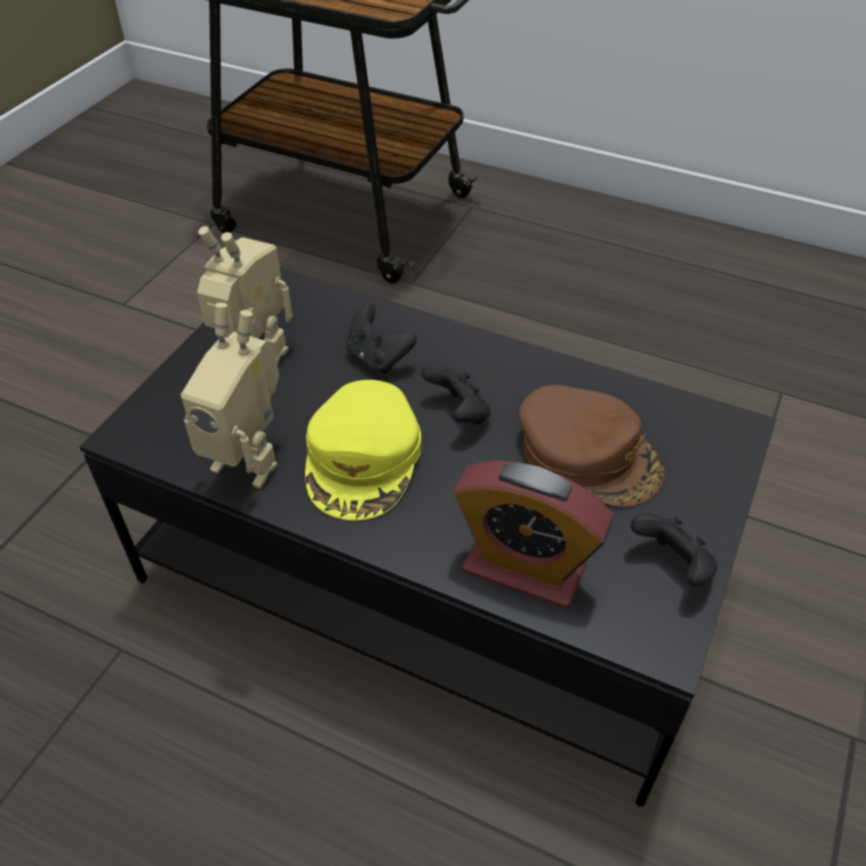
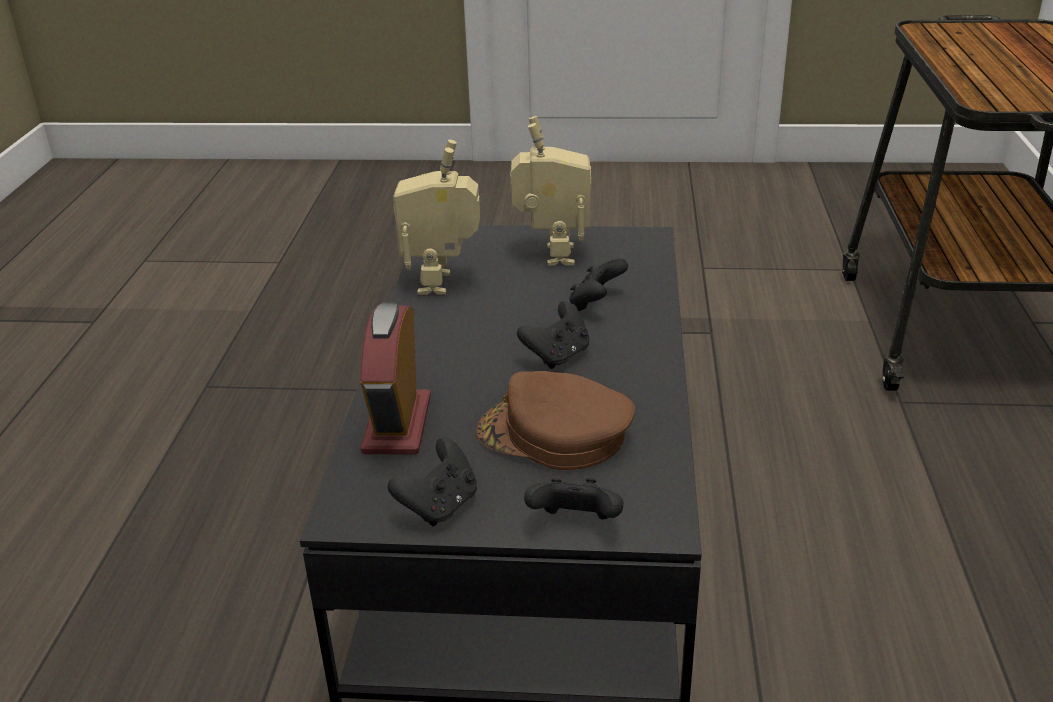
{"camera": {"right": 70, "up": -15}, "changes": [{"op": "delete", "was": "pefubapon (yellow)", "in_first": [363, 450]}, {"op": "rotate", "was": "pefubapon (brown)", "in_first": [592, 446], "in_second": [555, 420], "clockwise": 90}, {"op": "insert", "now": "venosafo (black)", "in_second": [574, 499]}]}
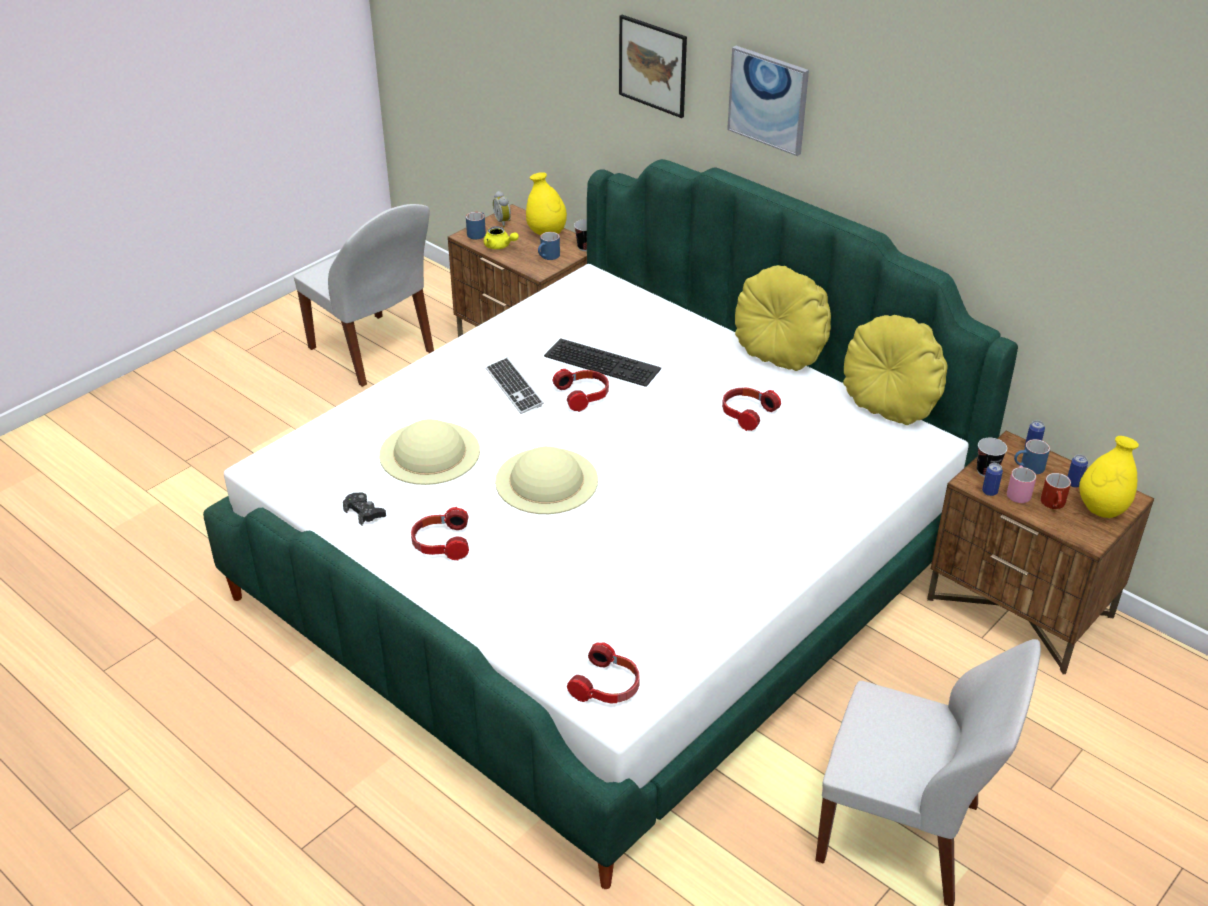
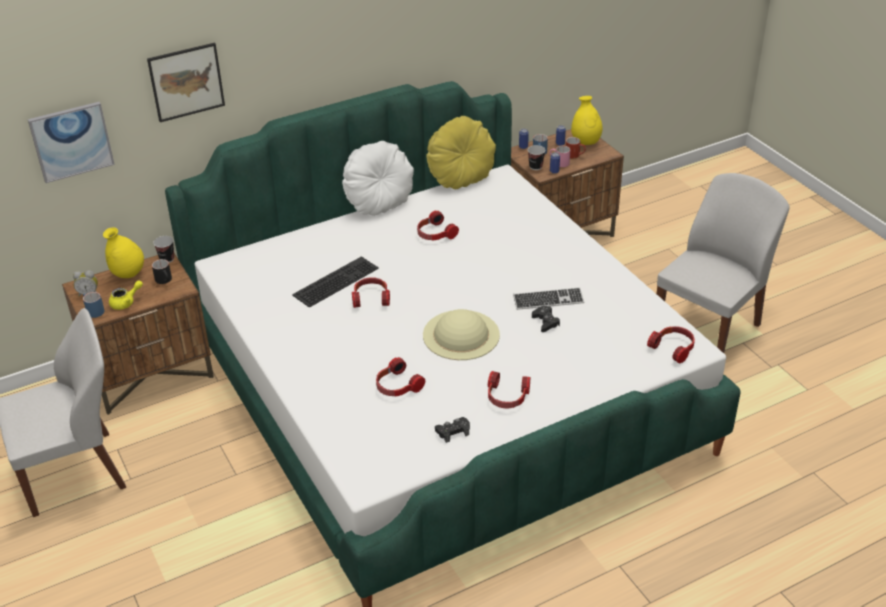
{"camera": {"right": -70, "up": 0}, "changes": [{"op": "move", "was": "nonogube", "in_first": [768, 101], "in_second": [71, 142]}, {"op": "recolor", "was": "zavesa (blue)", "now": "zavesa (black)", "in_first": [549, 246], "in_second": [162, 271]}, {"op": "recolor", "was": "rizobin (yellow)", "now": "rizobin (white)", "in_first": [783, 318], "in_second": [378, 178]}, {"op": "move", "was": "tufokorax", "in_first": [515, 385], "in_second": [548, 298]}, {"op": "replace", "was": "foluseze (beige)", "now": "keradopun", "in_first": [429, 452], "in_second": [400, 377]}, {"op": "insert", "now": "venosafo (black)", "in_second": [546, 319]}]}
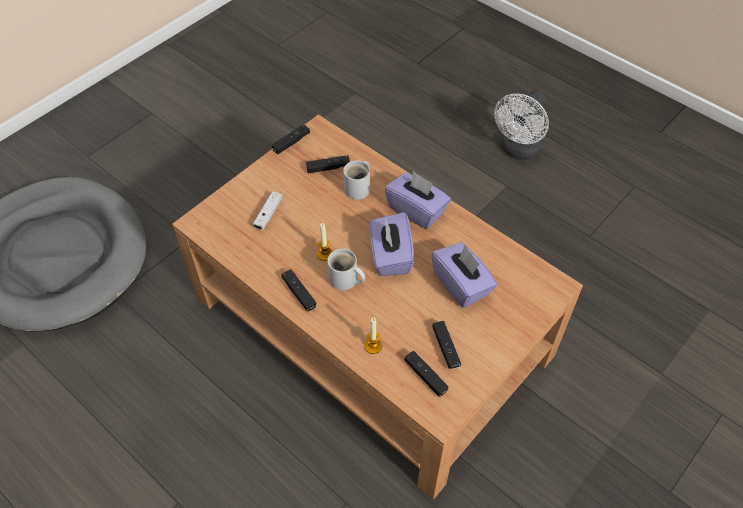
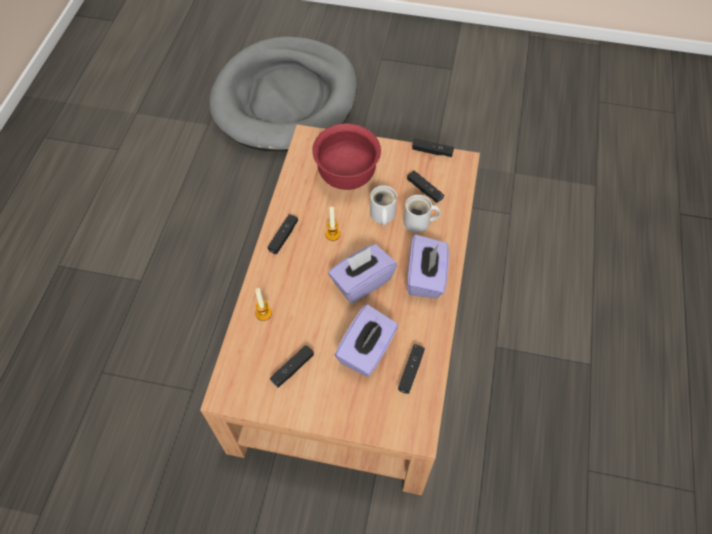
{"camera": {"right": 60, "up": 5}, "changes": [{"op": "delete", "was": "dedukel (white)", "in_first": [521, 125]}, {"op": "replace", "was": "venosafo (white)", "now": "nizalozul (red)", "in_first": [267, 210], "in_second": [346, 156]}, {"op": "move", "was": "zavesa (white)", "in_first": [346, 269], "in_second": [383, 205]}, {"op": "move", "was": "venosafo (black)", "in_first": [427, 374], "in_second": [411, 369]}]}
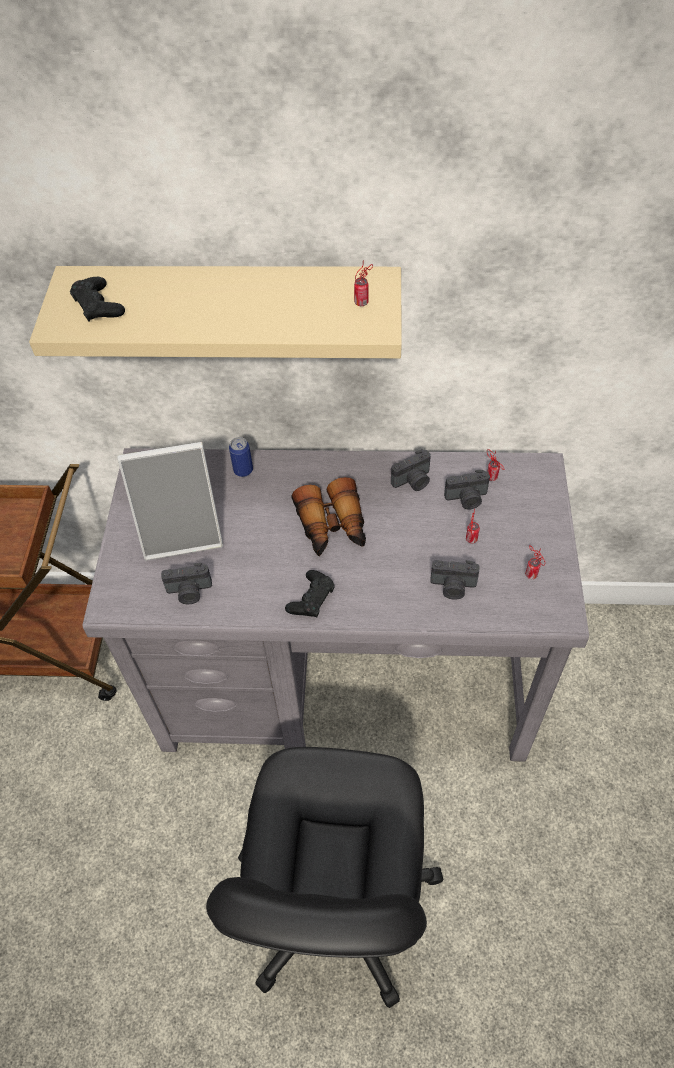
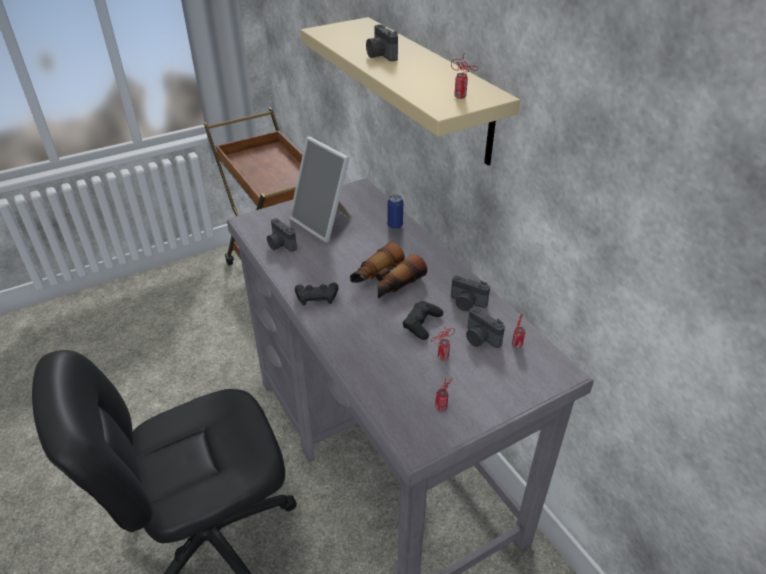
{"camera": {"right": 55, "up": -15}, "changes": [{"op": "move", "was": "venosafo (black)", "in_first": [97, 299], "in_second": [423, 320]}, {"op": "move", "was": "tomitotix", "in_first": [454, 580], "in_second": [382, 42]}]}
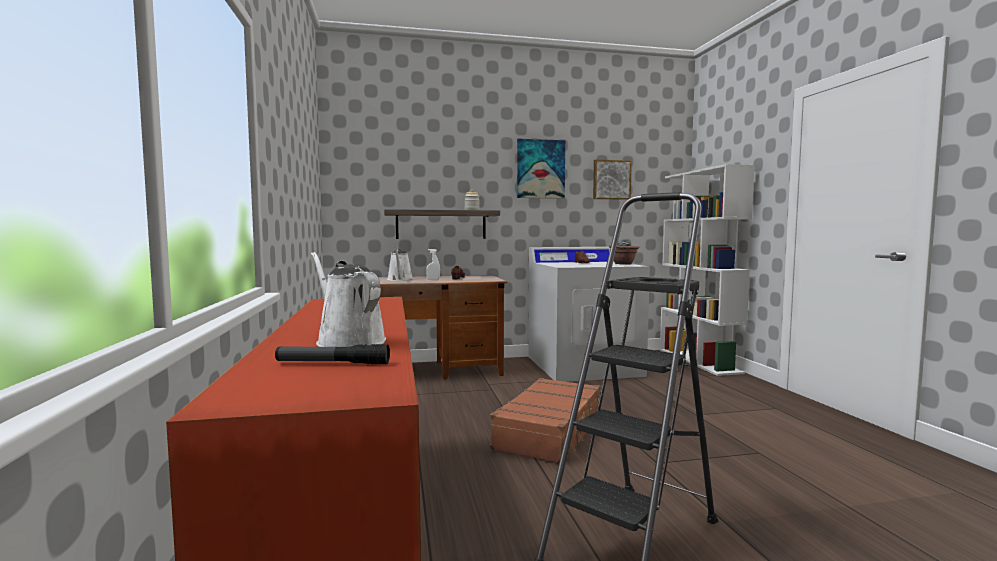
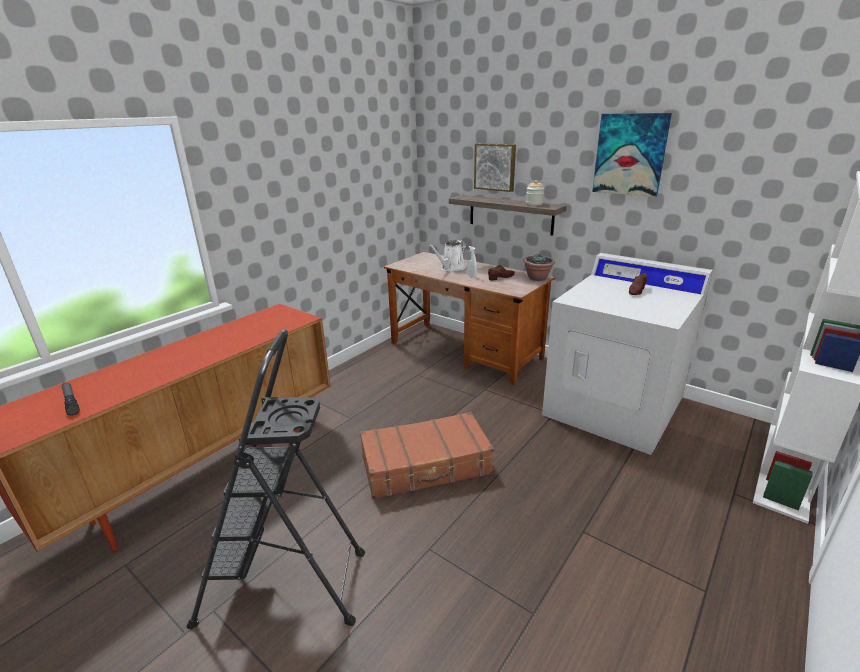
{"camera": {"right": 50, "up": 20}, "changes": [{"op": "move", "was": "nonogube", "in_first": [612, 179], "in_second": [495, 167]}, {"op": "move", "was": "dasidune", "in_first": [624, 252], "in_second": [539, 267]}, {"op": "delete", "was": "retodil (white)", "in_first": [348, 299]}]}
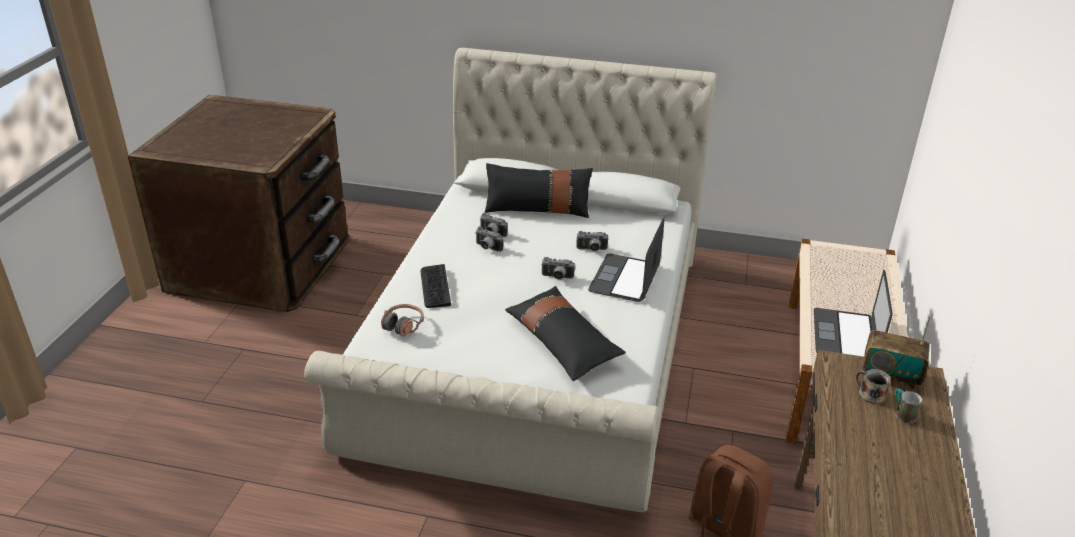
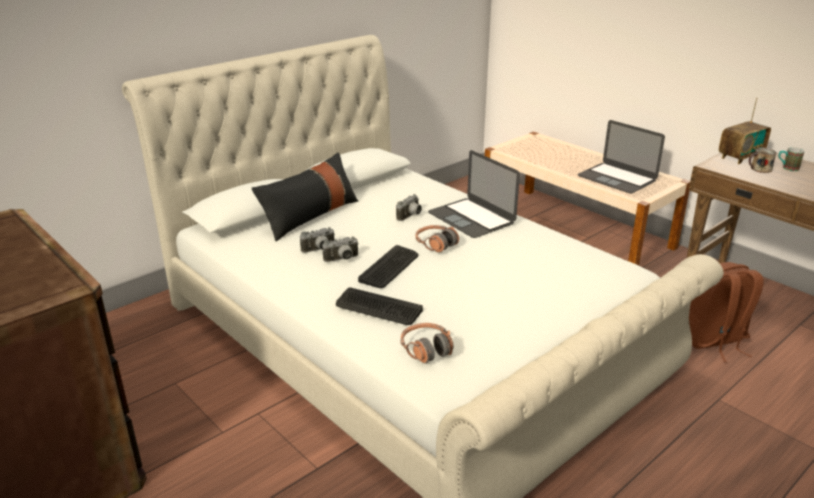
{"camera": {"right": -55, "up": -5}, "changes": [{"op": "replace", "was": "tomitotix", "now": "keradopun", "in_first": [558, 268], "in_second": [437, 238]}, {"op": "delete", "was": "rizobin (black)", "in_first": [565, 333]}, {"op": "insert", "now": "tufokorax", "in_second": [388, 266]}]}
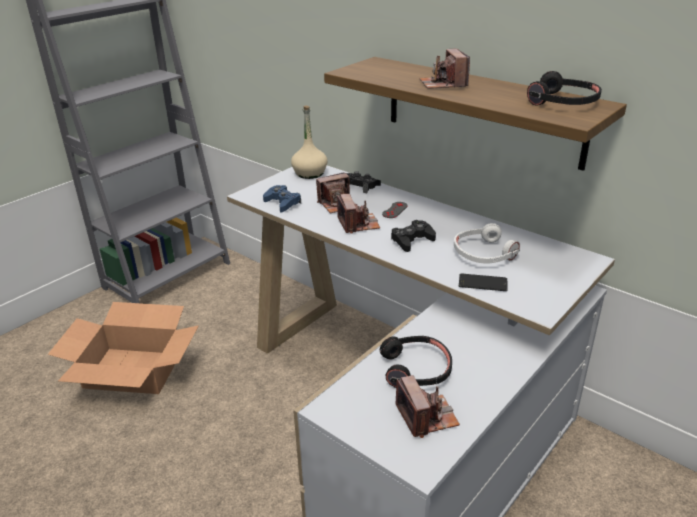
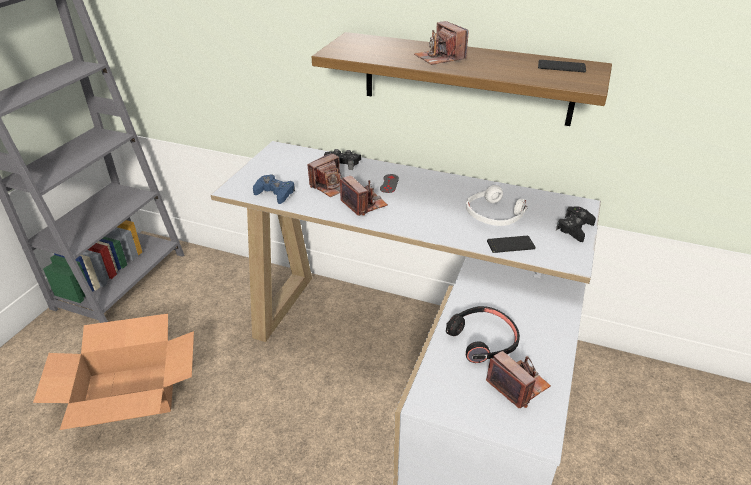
{"camera": {"right": -20, "up": 5}, "changes": [{"op": "replace", "was": "keradopun (black)", "now": "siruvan", "in_first": [564, 88], "in_second": [562, 66]}, {"op": "delete", "was": "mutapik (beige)", "in_first": [309, 142]}, {"op": "move", "was": "venosafo (black)", "in_first": [413, 236], "in_second": [576, 224]}]}
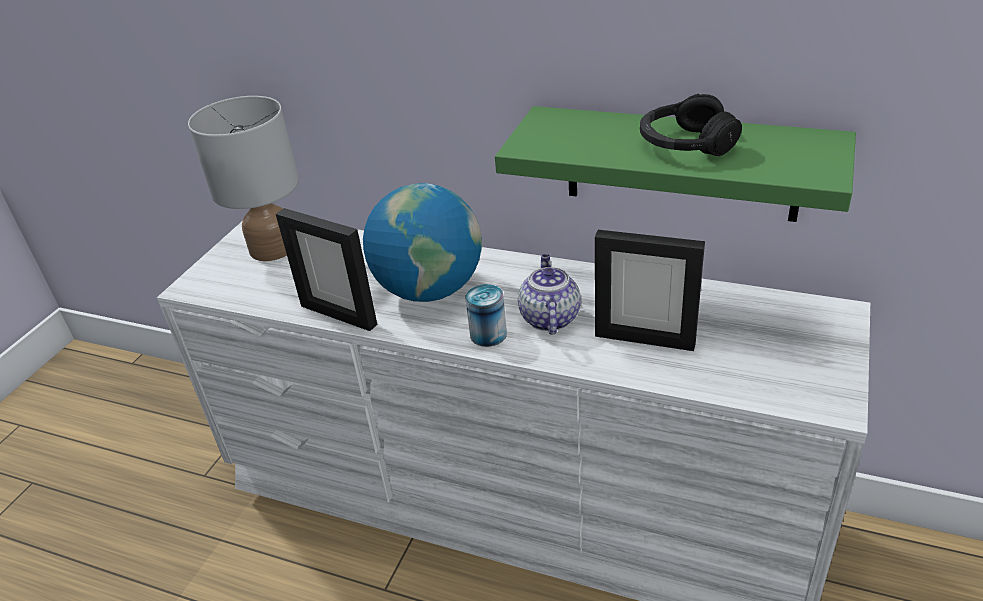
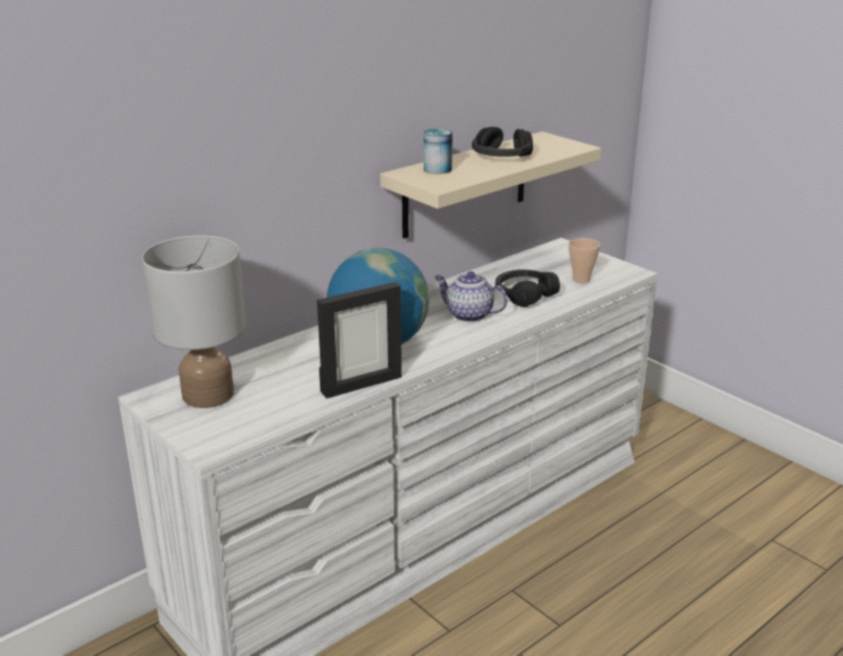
{"camera": {"right": -65, "up": -10}, "changes": [{"op": "recolor", "was": "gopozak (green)", "now": "gopozak (beige)", "in_first": [675, 164], "in_second": [490, 185]}, {"op": "replace", "was": "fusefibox", "now": "keradopun (black)", "in_first": [650, 290], "in_second": [527, 288]}, {"op": "move", "was": "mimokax", "in_first": [486, 315], "in_second": [438, 151]}, {"op": "insert", "now": "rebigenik", "in_second": [584, 261]}]}
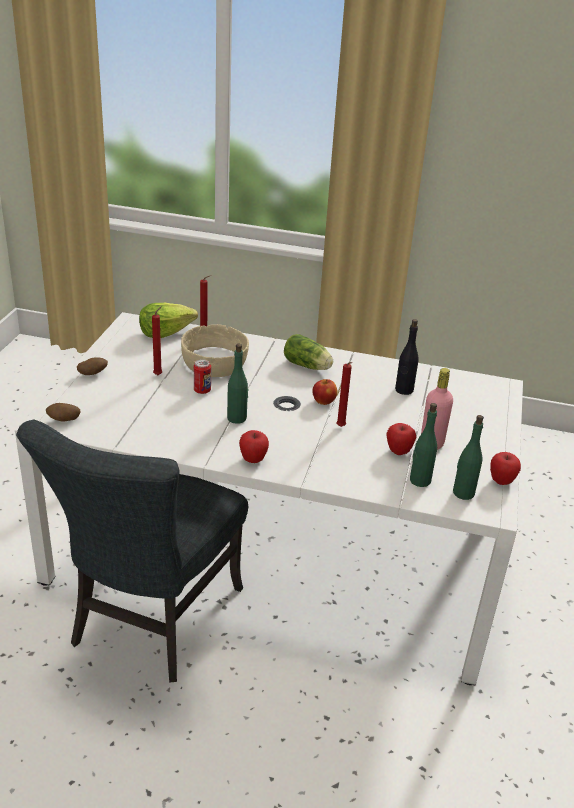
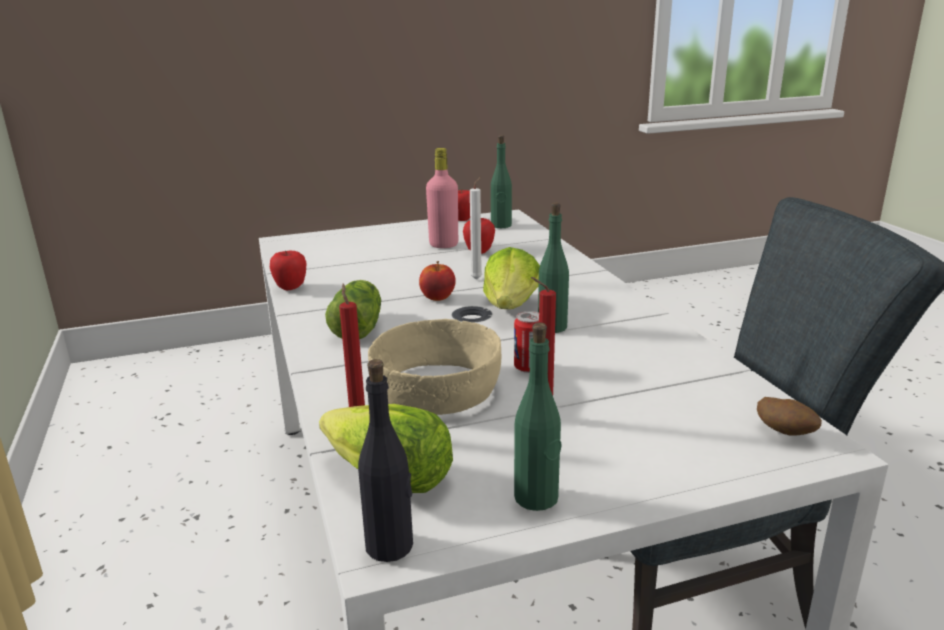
{"camera": {"right": -120, "up": -10}, "changes": [{"op": "move", "was": "mutapik (black)", "in_first": [407, 357], "in_second": [385, 460]}, {"op": "delete", "was": "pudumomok", "in_first": [92, 366]}, {"op": "recolor", "was": "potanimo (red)", "now": "potanimo (white)", "in_first": [344, 394], "in_second": [476, 228]}, {"op": "move", "was": "mutapik (green)", "in_first": [423, 445], "in_second": [537, 416]}, {"op": "move", "was": "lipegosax", "in_first": [254, 446], "in_second": [288, 270]}, {"op": "insert", "now": "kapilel", "in_second": [511, 278]}]}
